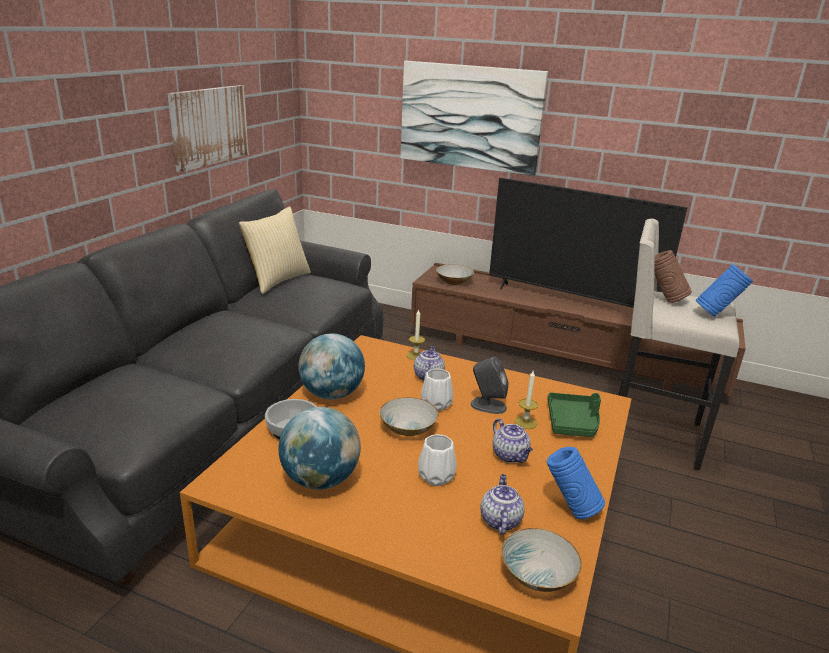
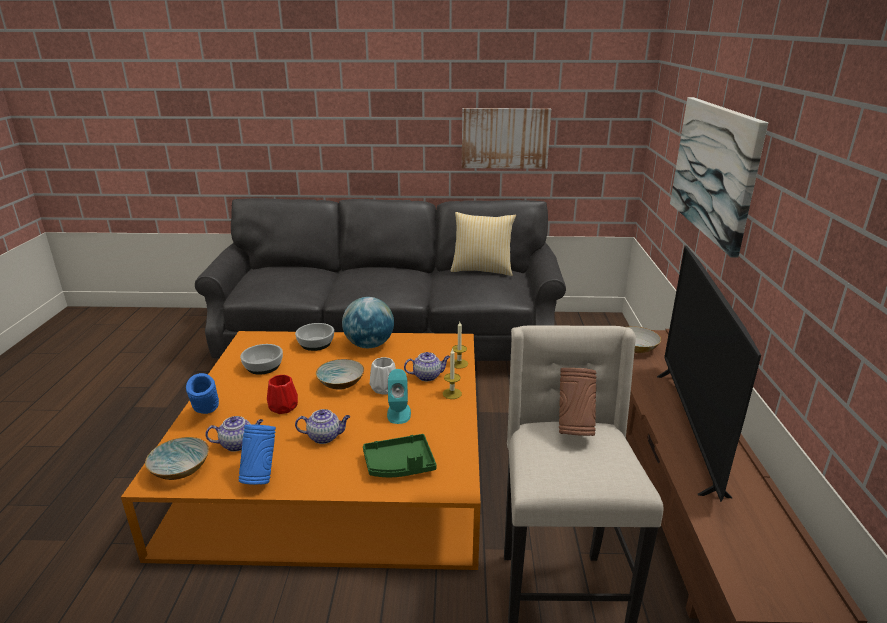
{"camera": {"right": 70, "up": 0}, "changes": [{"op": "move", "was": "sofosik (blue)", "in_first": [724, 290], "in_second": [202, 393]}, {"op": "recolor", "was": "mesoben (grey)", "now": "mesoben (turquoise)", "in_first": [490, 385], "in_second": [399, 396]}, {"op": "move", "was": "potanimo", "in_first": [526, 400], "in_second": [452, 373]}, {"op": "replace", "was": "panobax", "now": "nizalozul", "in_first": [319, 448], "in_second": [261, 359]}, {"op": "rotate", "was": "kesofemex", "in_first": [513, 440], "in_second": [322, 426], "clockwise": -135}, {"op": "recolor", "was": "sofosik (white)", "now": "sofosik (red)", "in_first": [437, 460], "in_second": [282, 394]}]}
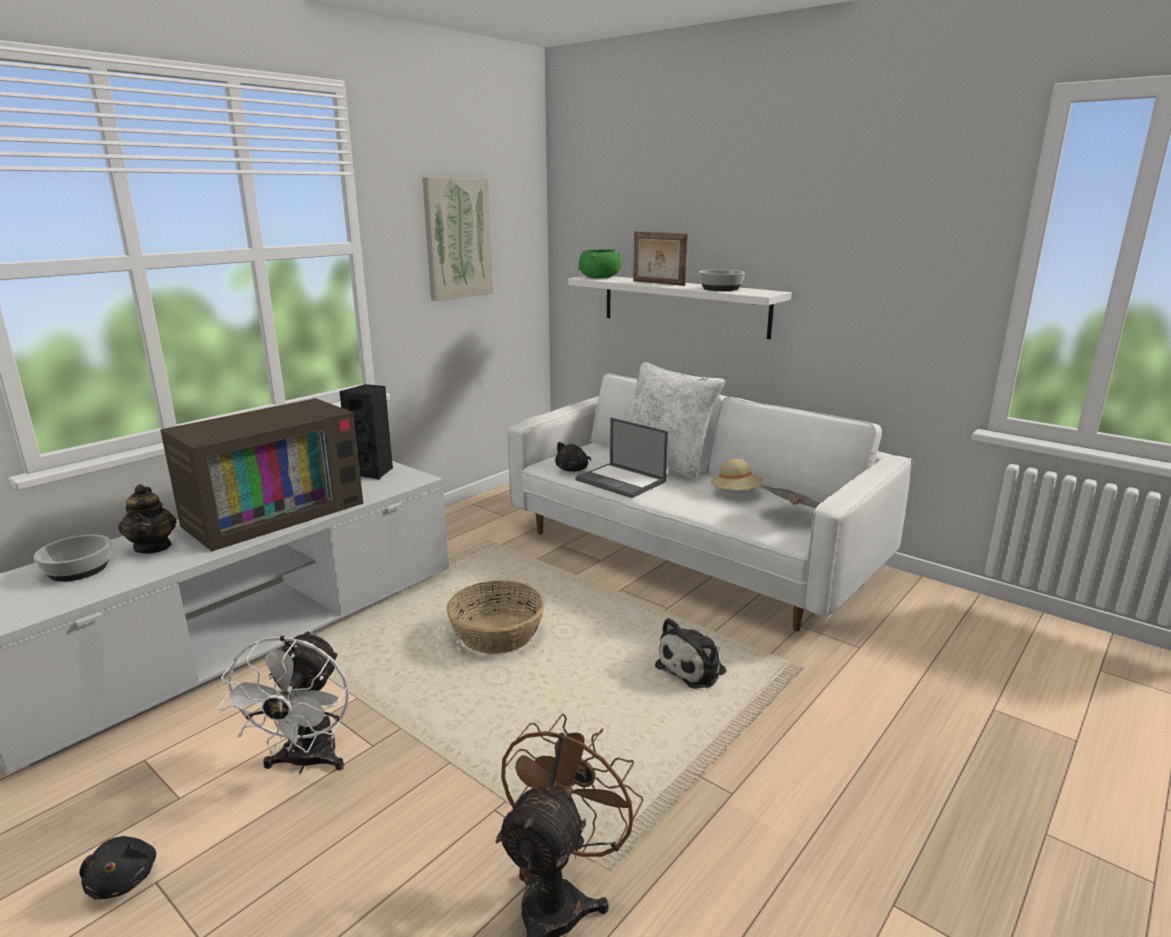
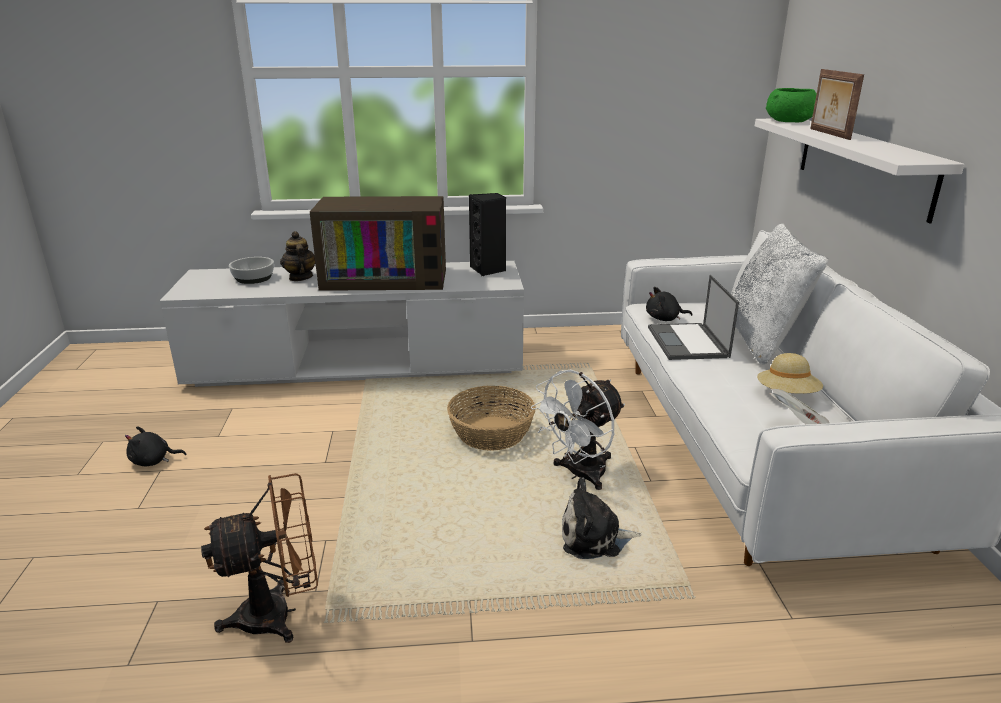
{"camera": {"right": 45, "up": 5}, "changes": [{"op": "delete", "was": "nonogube", "in_first": [458, 239]}, {"op": "delete", "was": "nizalozul", "in_first": [722, 280]}, {"op": "rotate", "was": "kesofemex", "in_first": [147, 519], "in_second": [298, 256], "clockwise": 135}, {"op": "move", "was": "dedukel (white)", "in_first": [283, 701], "in_second": [578, 430]}, {"op": "rotate", "was": "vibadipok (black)", "in_first": [117, 867], "in_second": [155, 446], "clockwise": 60}]}
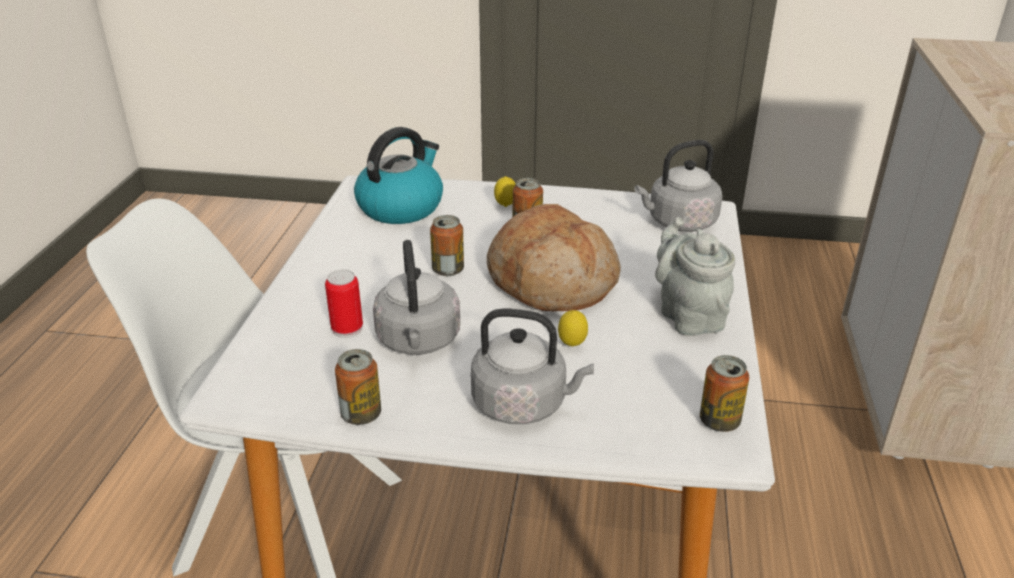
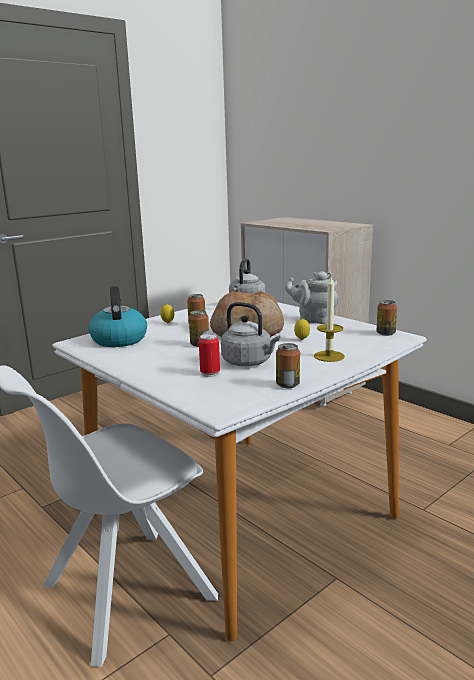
{"camera": {"right": -50, "up": -15}, "changes": [{"op": "replace", "was": "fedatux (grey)", "now": "potanimo", "in_first": [532, 366], "in_second": [329, 319]}]}
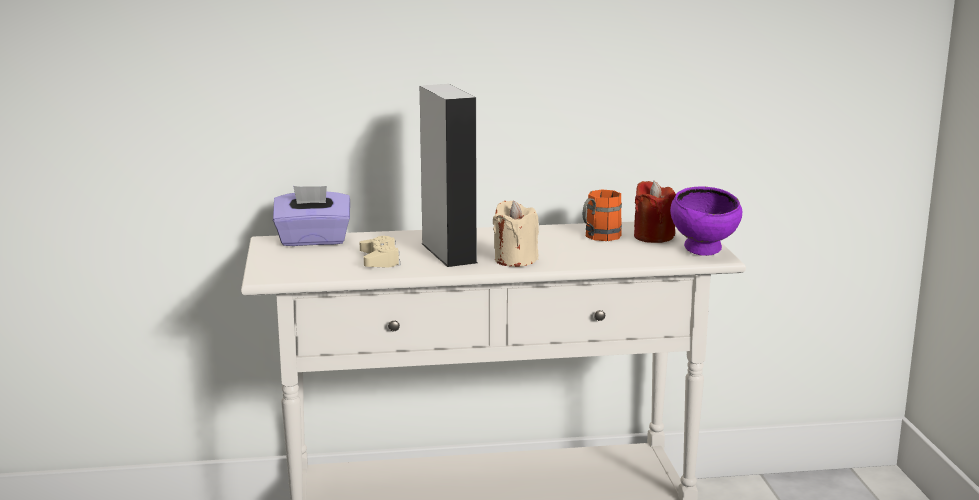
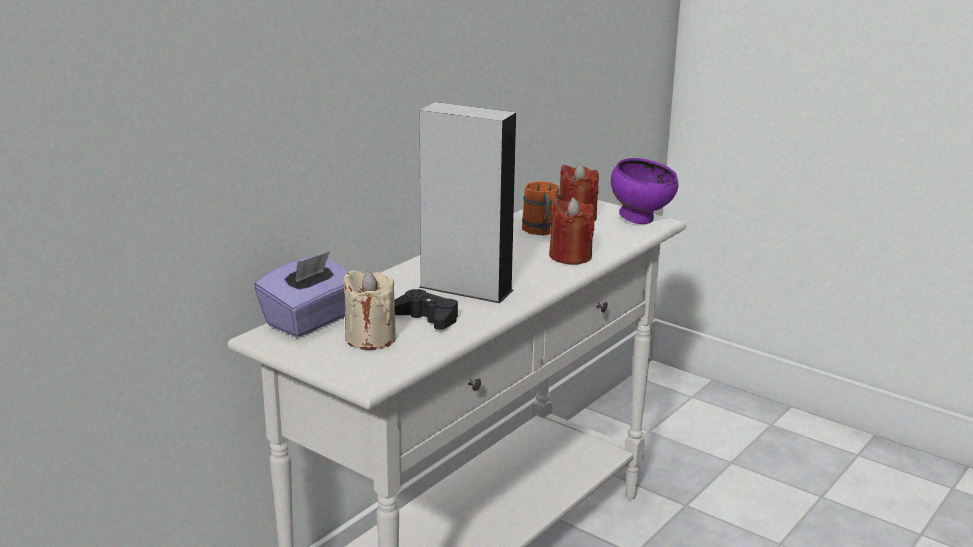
{"camera": {"right": -45, "up": 5}, "changes": [{"op": "move", "was": "potanimo (beige)", "in_first": [516, 234], "in_second": [369, 310]}, {"op": "recolor", "was": "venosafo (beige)", "now": "venosafo (black)", "in_first": [380, 252], "in_second": [426, 309]}, {"op": "insert", "now": "potanimo (red)", "in_second": [571, 230]}]}
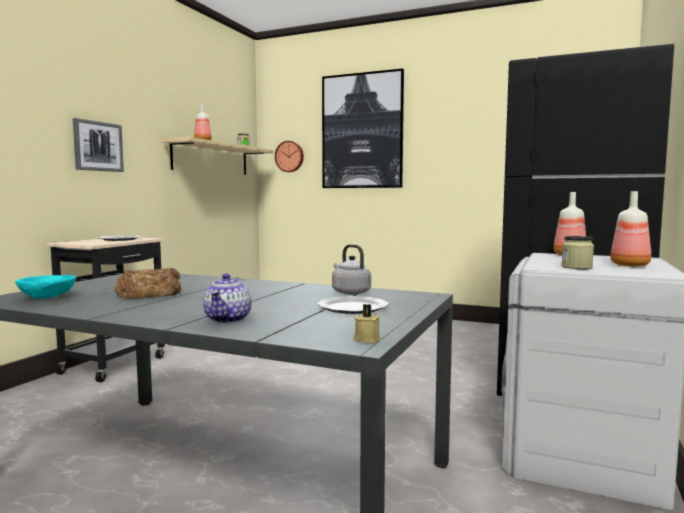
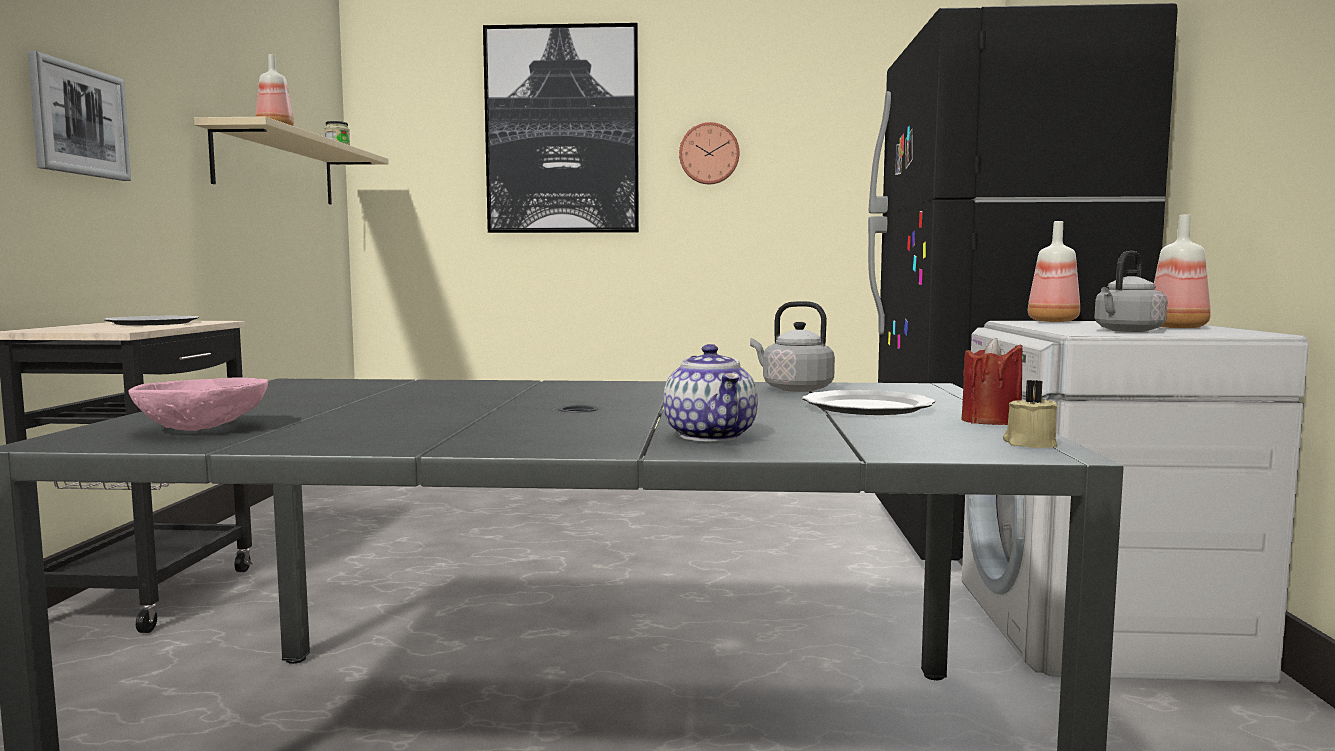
{"camera": {"right": -20, "up": 0}, "changes": [{"op": "move", "was": "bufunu", "in_first": [289, 156], "in_second": [709, 153]}, {"op": "replace", "was": "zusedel", "now": "fedatux (grey)", "in_first": [578, 252], "in_second": [1131, 291]}, {"op": "delete", "was": "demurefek", "in_first": [147, 283]}, {"op": "recolor", "was": "nizalozul (turquoise)", "now": "nizalozul (pink)", "in_first": [45, 287], "in_second": [198, 404]}, {"op": "insert", "now": "potanimo (red)", "in_second": [992, 381]}]}
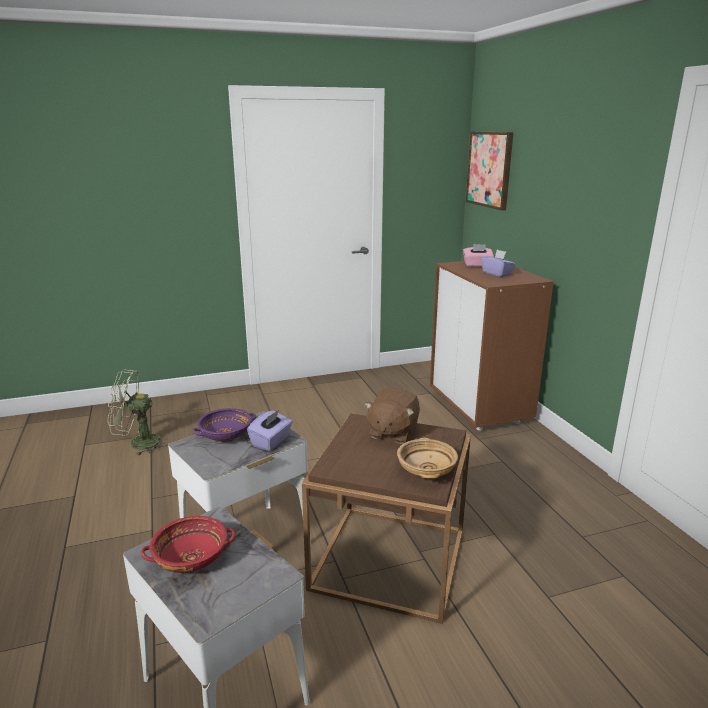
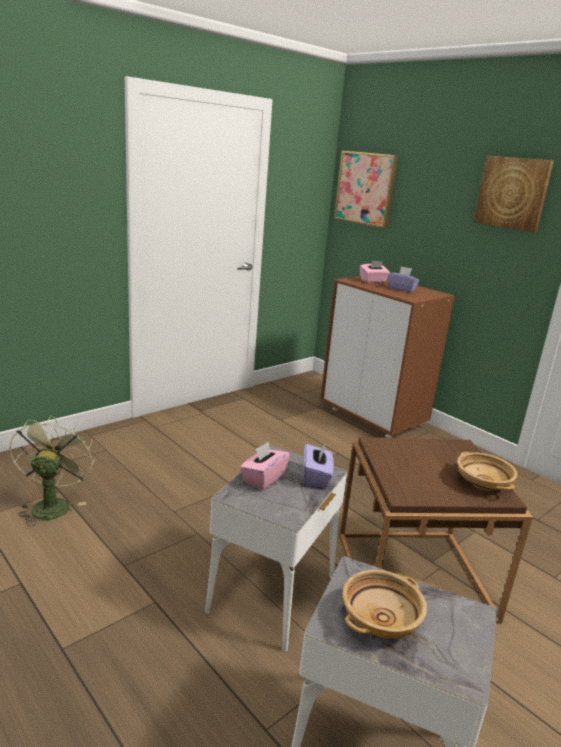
{"camera": {"right": -25, "up": 0}, "changes": [{"op": "rotate", "was": "dedukel (green)", "in_first": [138, 413], "in_second": [52, 470], "clockwise": 120}, {"op": "delete", "was": "vibadipok (brown)", "in_first": [392, 416]}, {"op": "replace", "was": "nizalozul (purple)", "now": "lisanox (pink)", "in_first": [224, 425], "in_second": [265, 465]}, {"op": "recolor", "was": "nizalozul (red)", "now": "nizalozul (beige)", "in_first": [188, 544], "in_second": [384, 604]}, {"op": "insert", "now": "nonogube", "in_second": [514, 194]}]}
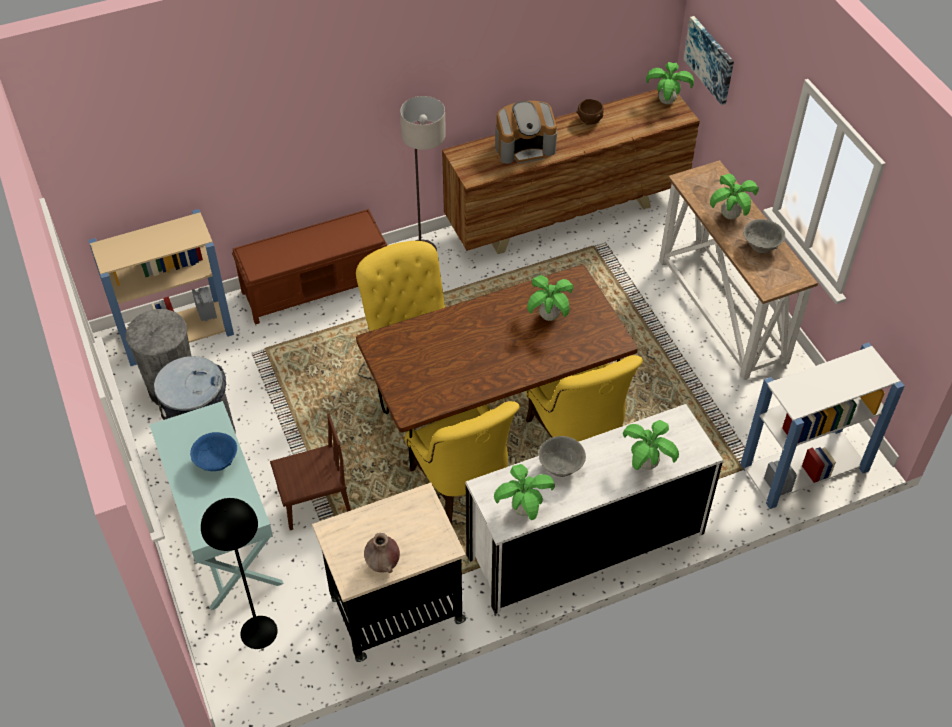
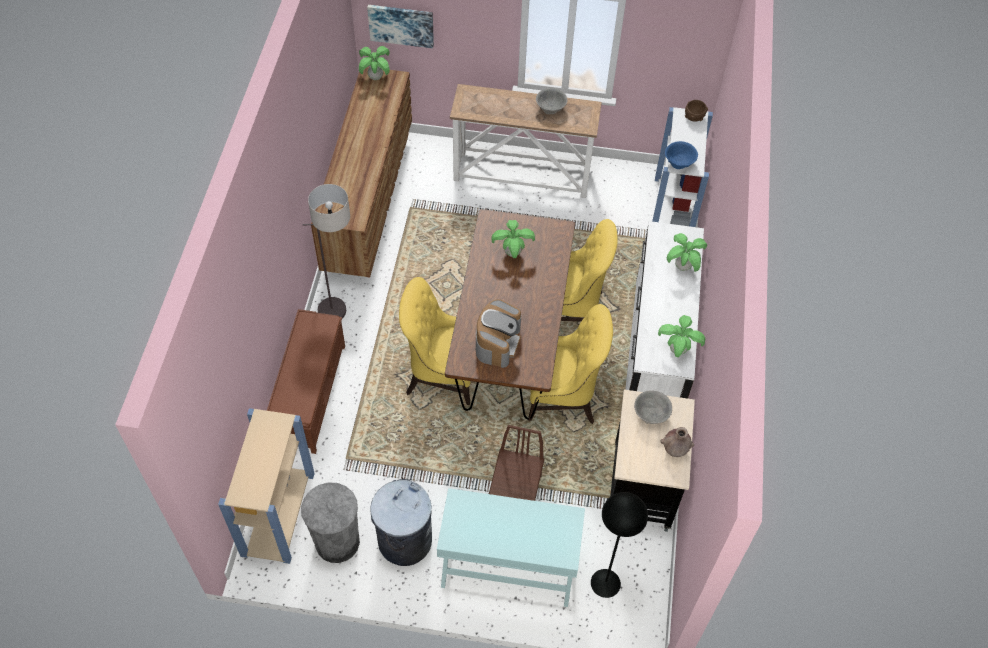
{"camera": {"right": -60, "up": 5}, "changes": [{"op": "move", "was": "nizalozul (brown)", "in_first": [590, 112], "in_second": [696, 111]}, {"op": "move", "was": "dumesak", "in_first": [526, 132], "in_second": [498, 333]}, {"op": "delete", "was": "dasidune", "in_first": [734, 196]}, {"op": "move", "was": "nizalozul (blue)", "in_first": [213, 451], "in_second": [681, 155]}, {"op": "move", "was": "nizalozul (grey)", "in_first": [562, 456], "in_second": [653, 407]}]}
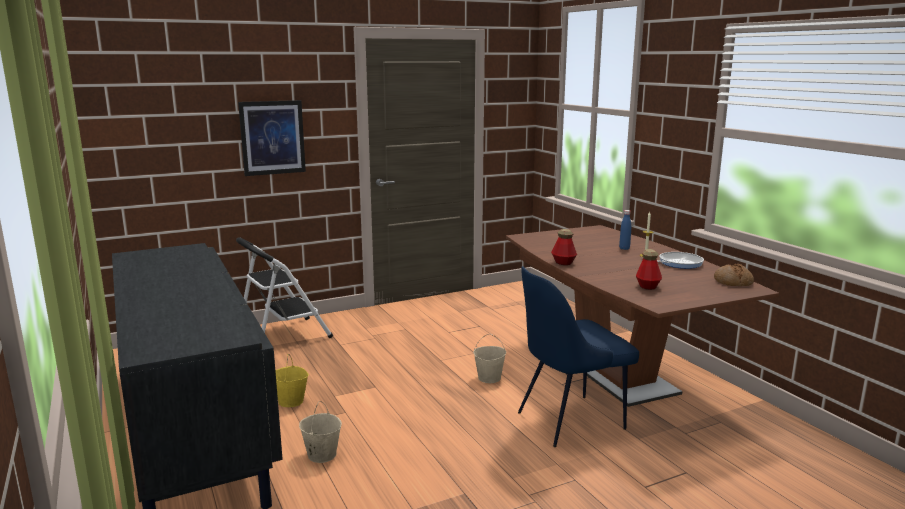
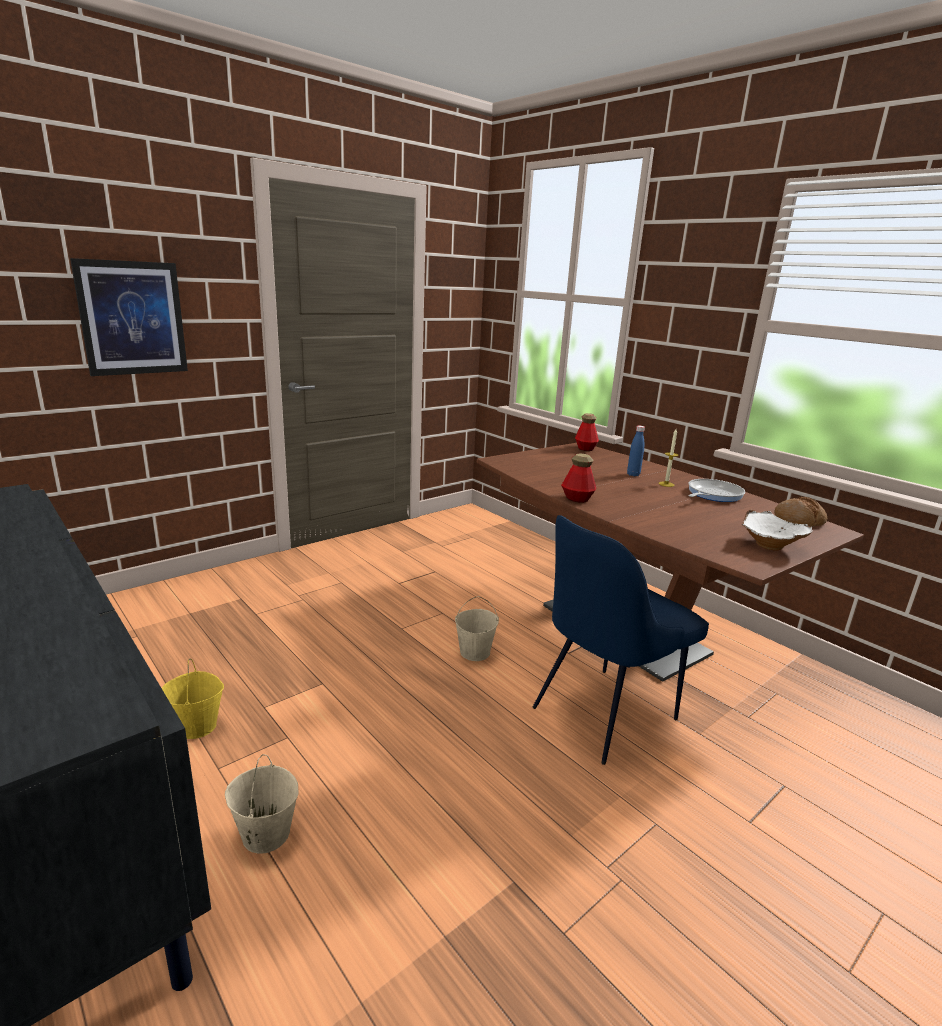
{"camera": {"right": -15, "up": 5}, "changes": [{"op": "delete", "was": "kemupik", "in_first": [284, 287]}, {"op": "move", "was": "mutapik", "in_first": [649, 269], "in_second": [587, 432]}, {"op": "insert", "now": "nizalozul (white)", "in_second": [777, 530]}]}
